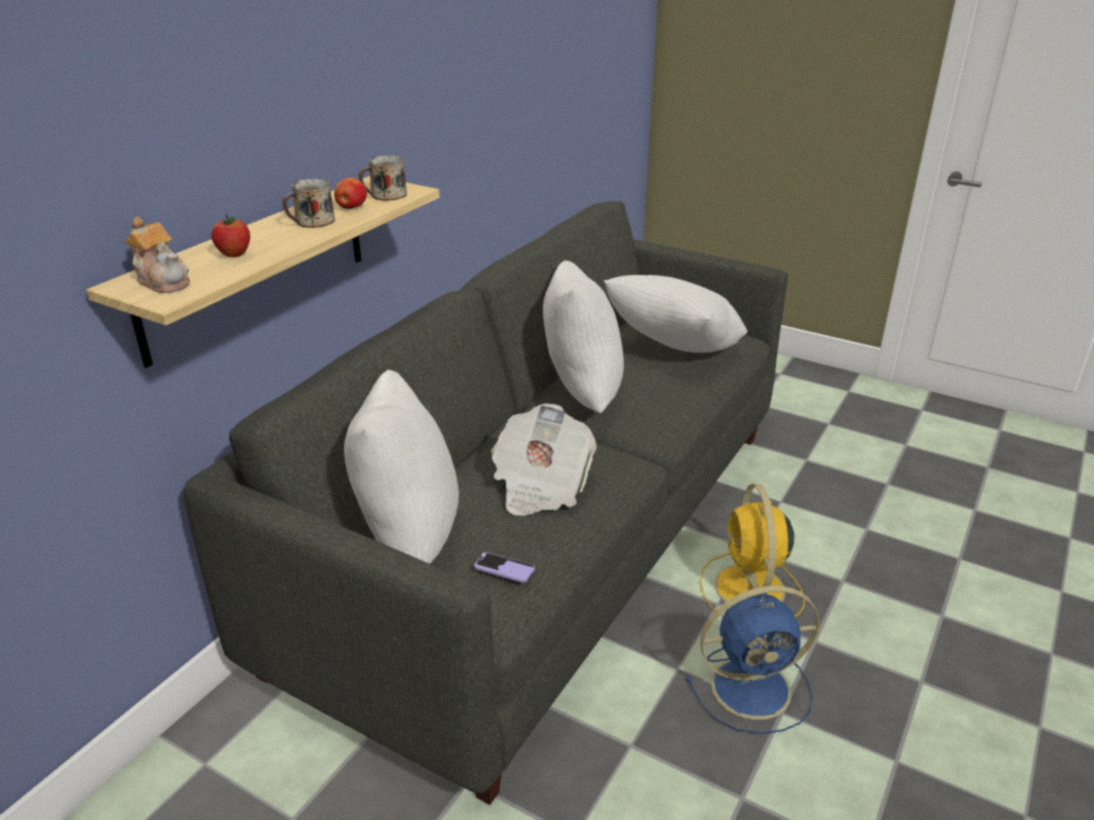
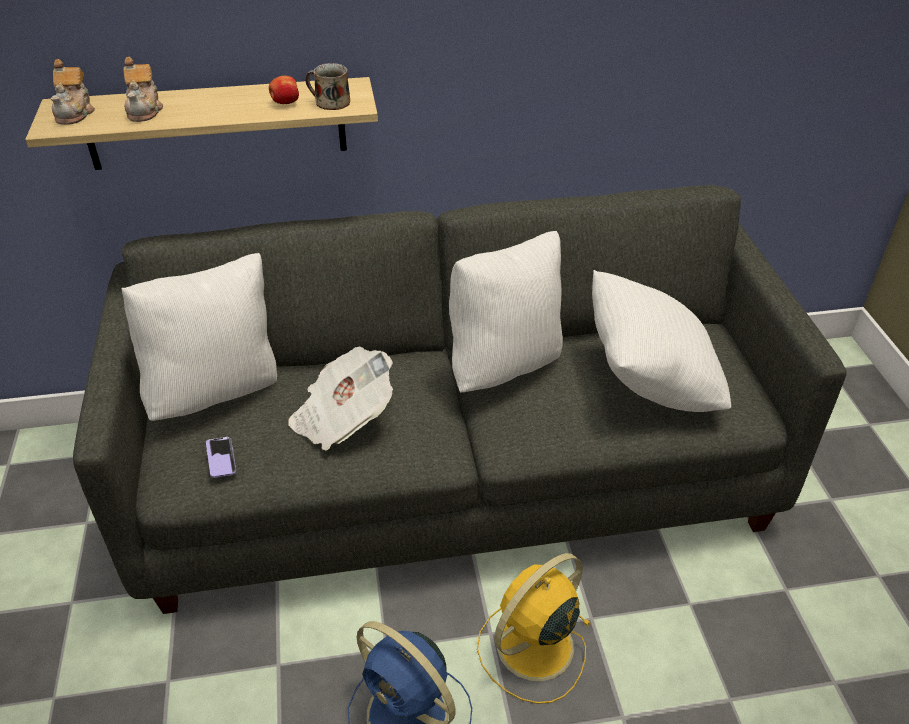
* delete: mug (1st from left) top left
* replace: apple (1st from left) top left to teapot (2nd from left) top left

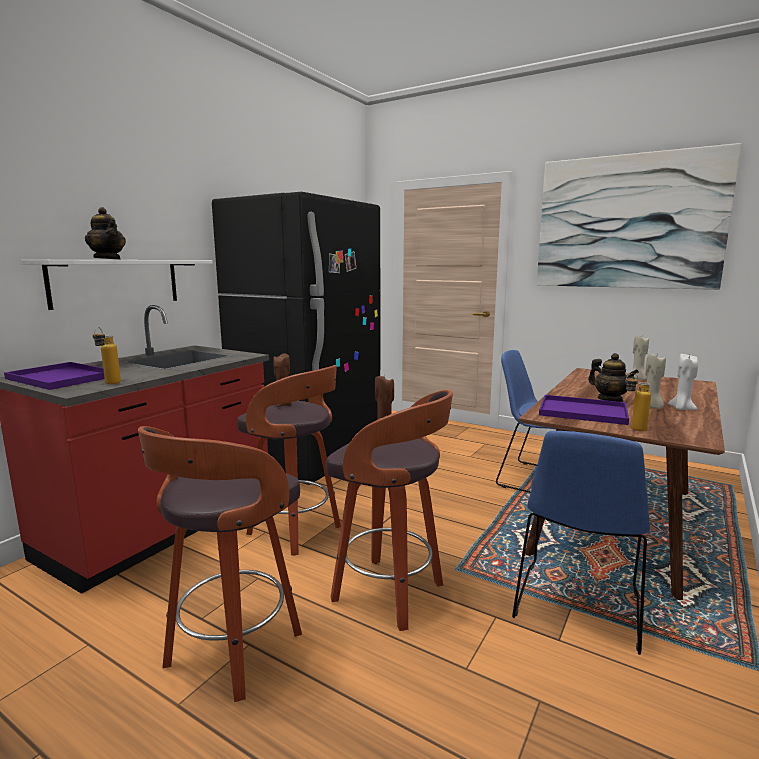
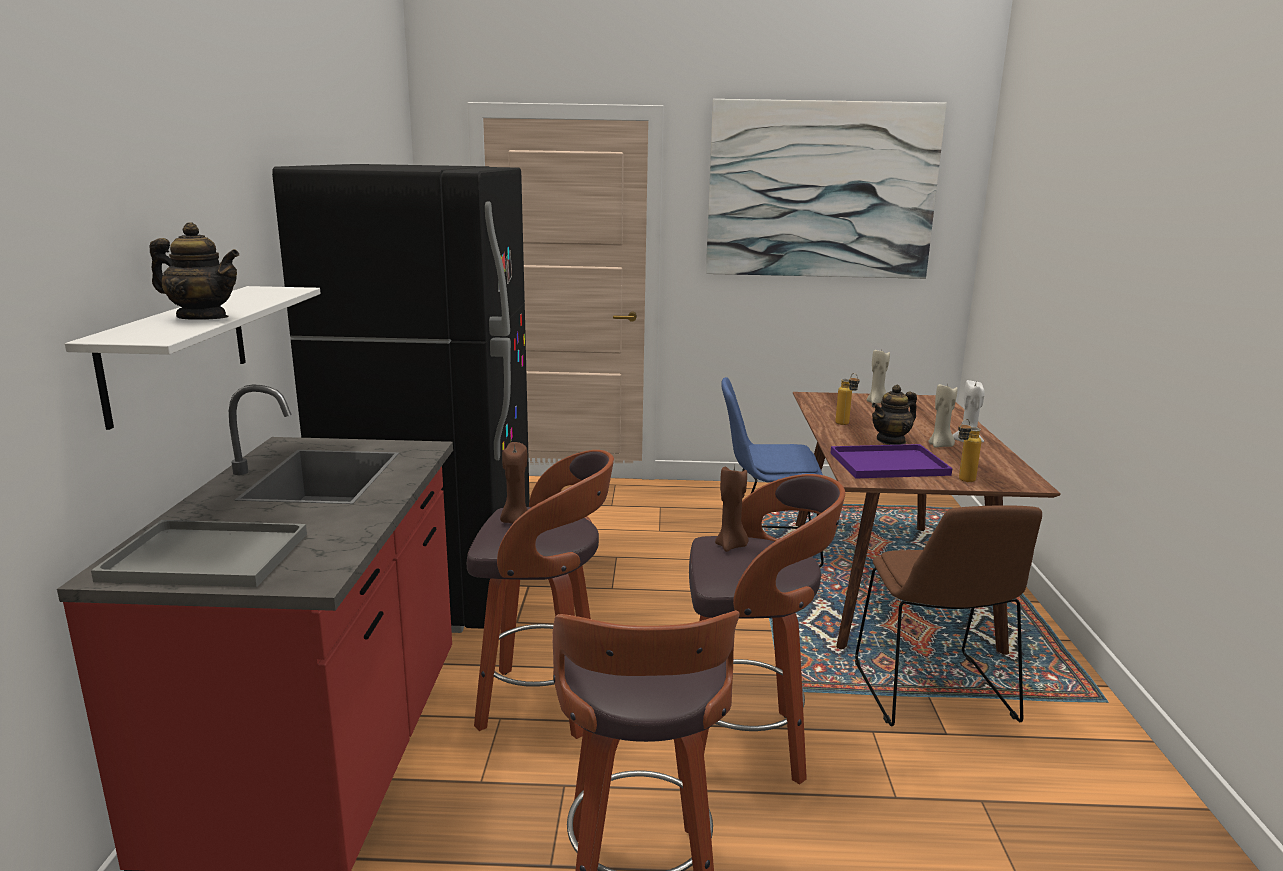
* move: bottle (1st from left) middle left to centre
* rotate: teapot (2nd from left) middle right = middle right 120 degrees clockwise
* recolor: purple tray (1st from left) middle left to grey tray middle left
* recolor: blue chair (2nd from left) bottom right to brown chair bottom right

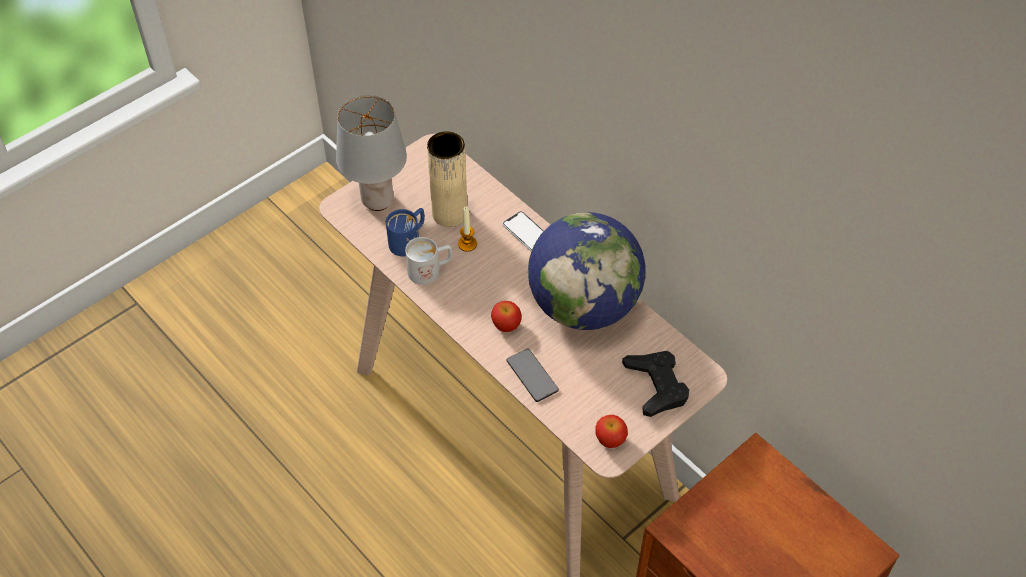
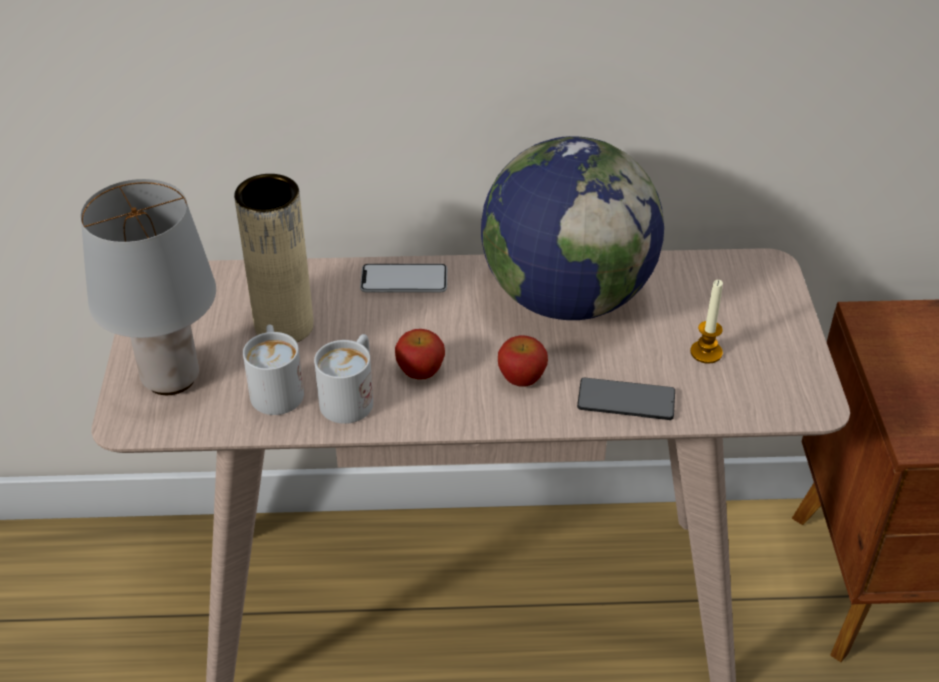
* move: candle centre to middle right
* recolor: blue mug centre to white mug (1st from left) middle left
* delete: black game controller centre
* move: apple (2nd from left in the first image) bottom centre to apple (1st from left) centre

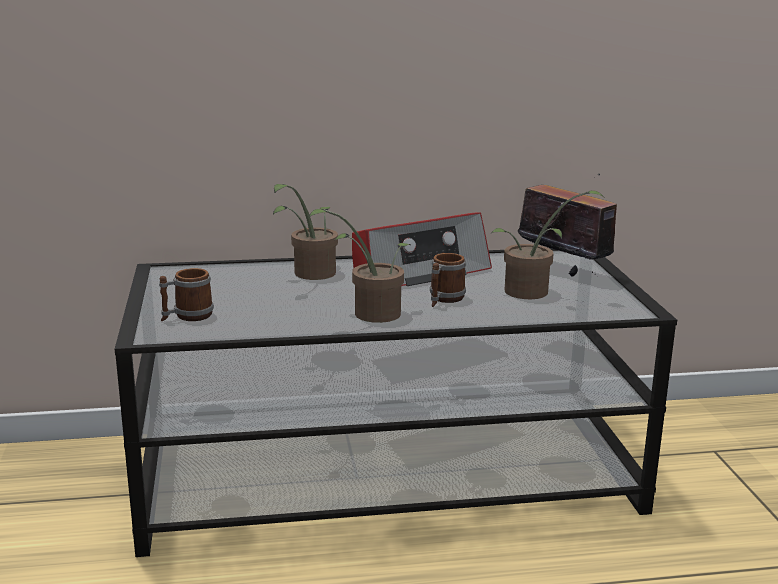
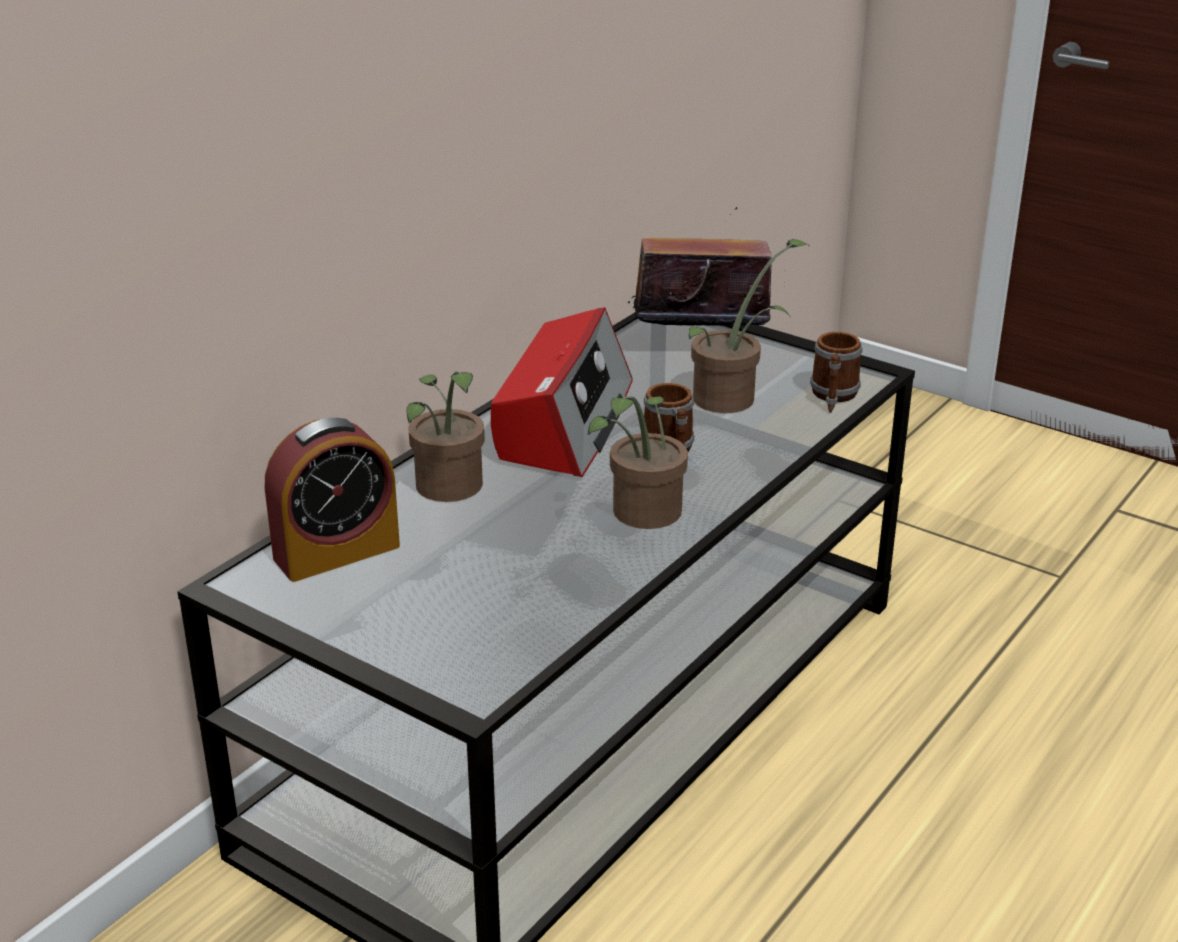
* move: mug (1st from left in the first image) middle left to mug (2nd from left) middle right
* insert: alarm clock middle left

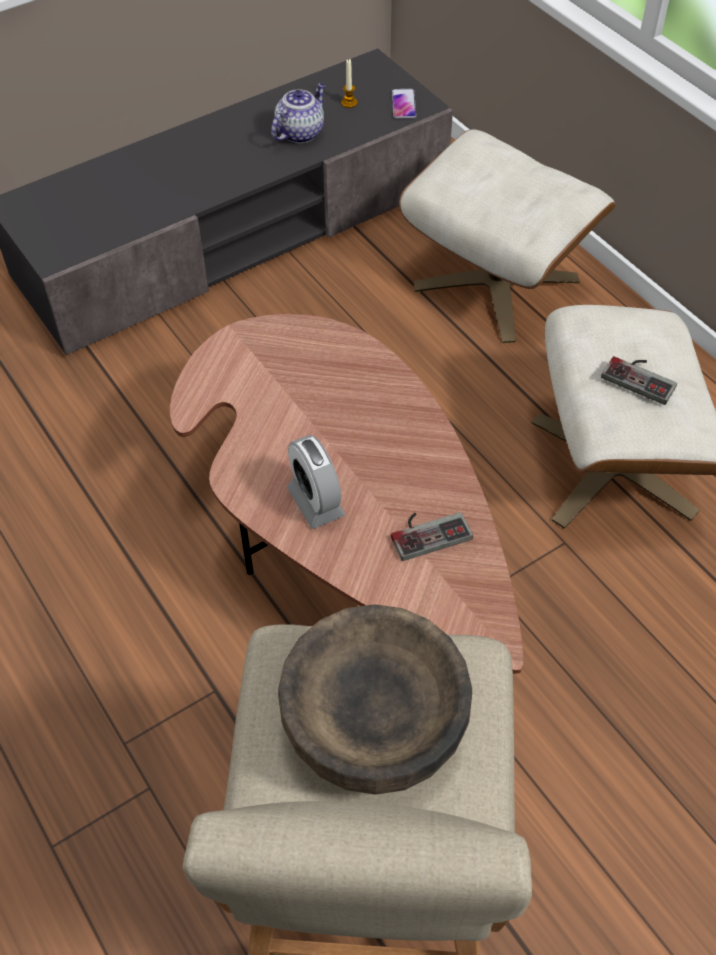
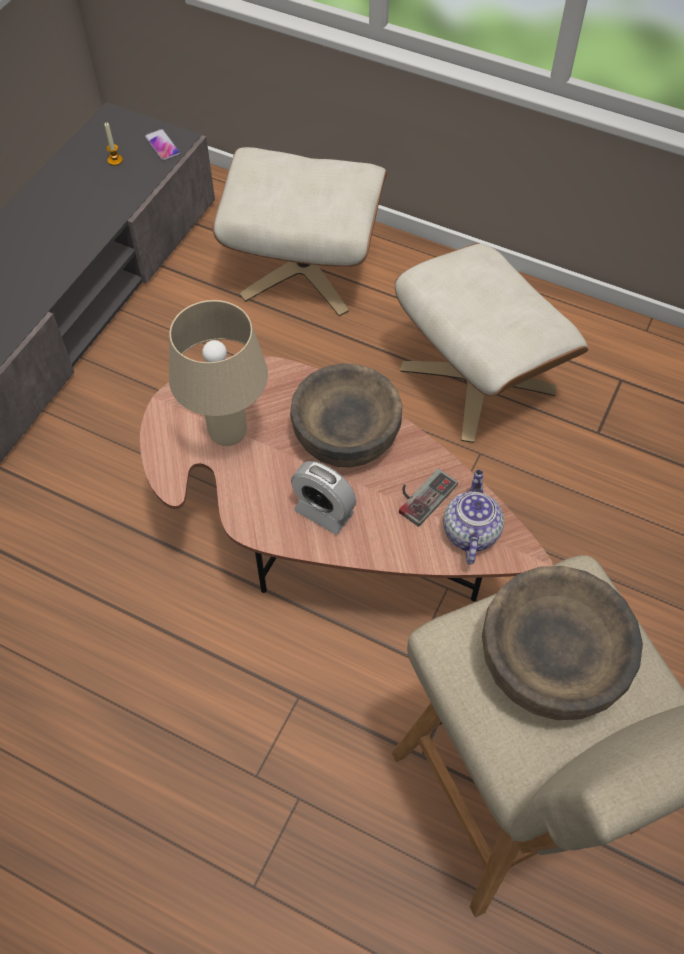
* move: teapot top centre to middle right
* delete: game controller (2nd from left) middle right
* insert: beige table lamp middle left
* insert: brown bowl (1st from left) centre

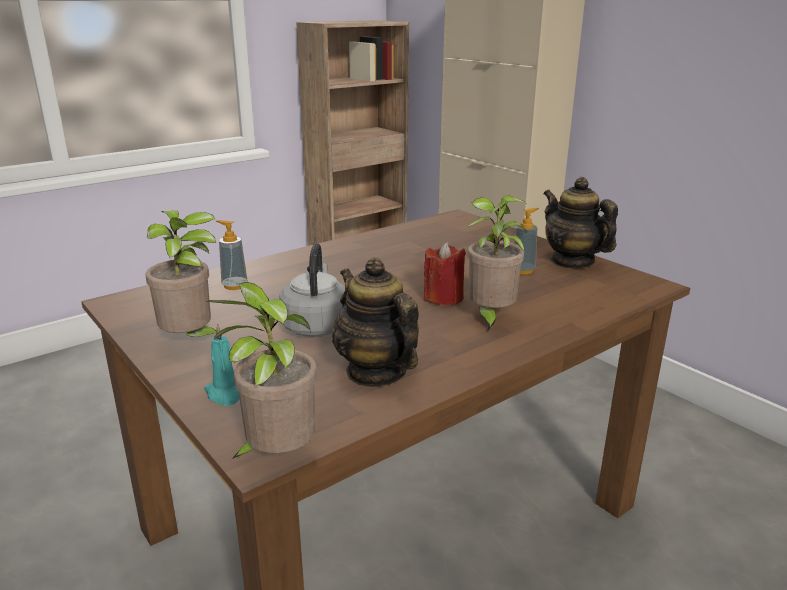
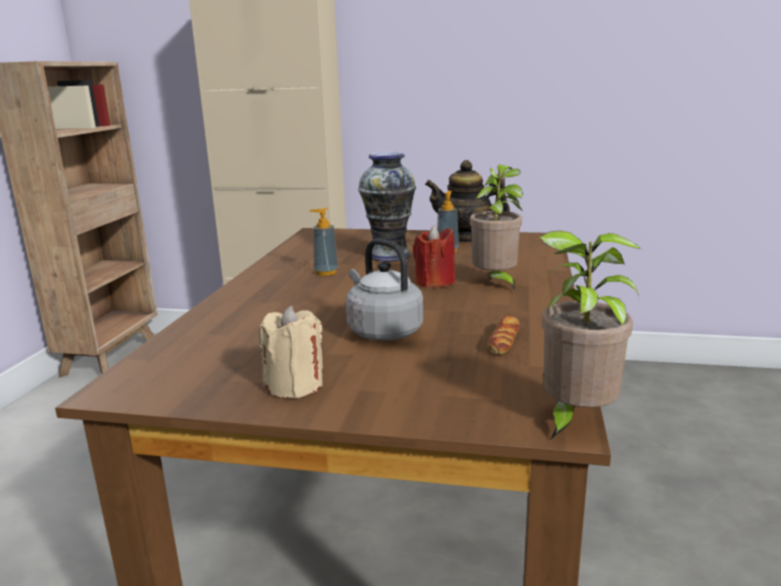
* replace: potted plant (1st from left) middle left to beige candle centre
* move: soap dispenser (1st from left) middle left to centre
* replace: teapot (1st from left) centre to bread centre
* delete: turquoise candle middle left
* insert: vase centre

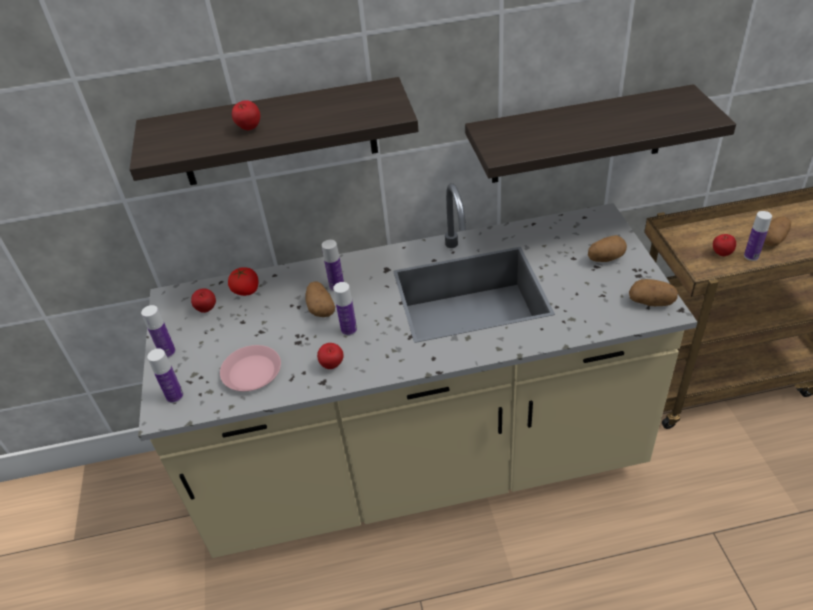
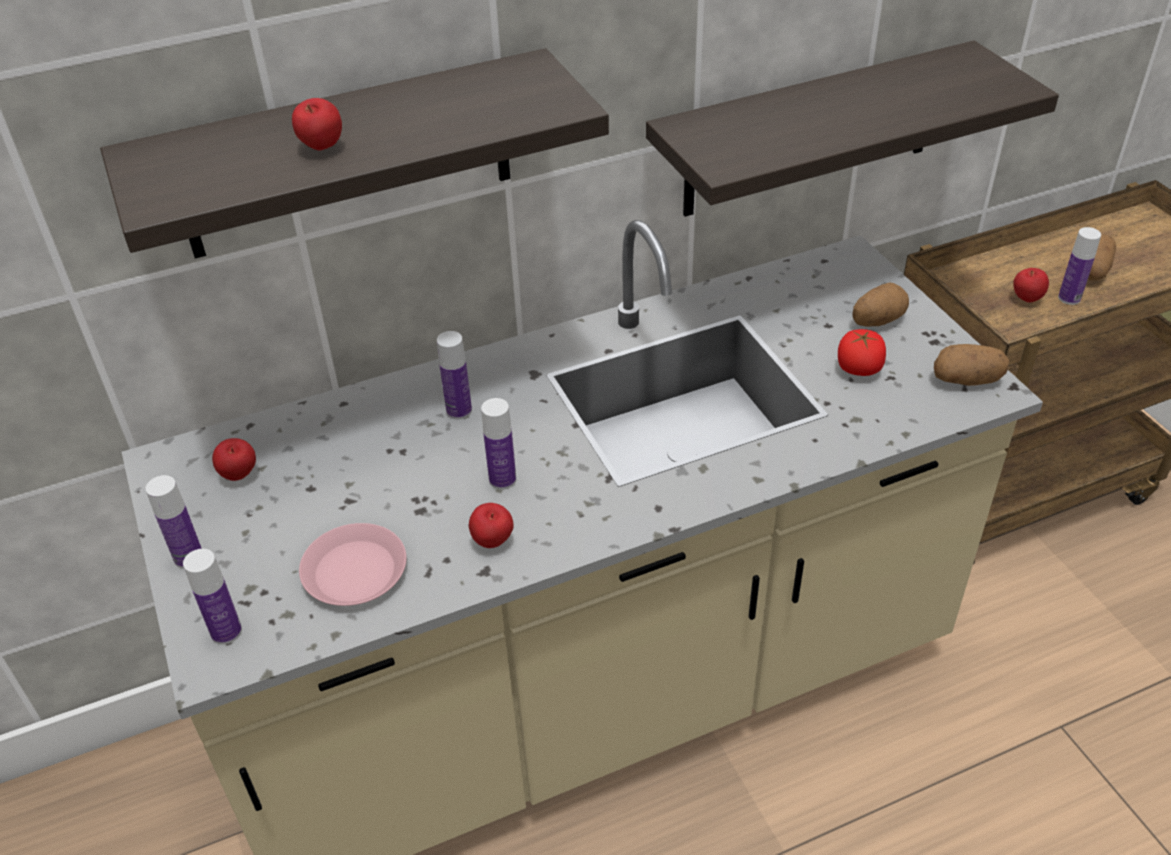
* move: tomato middle left to middle right
* delete: potato (1st from left) centre

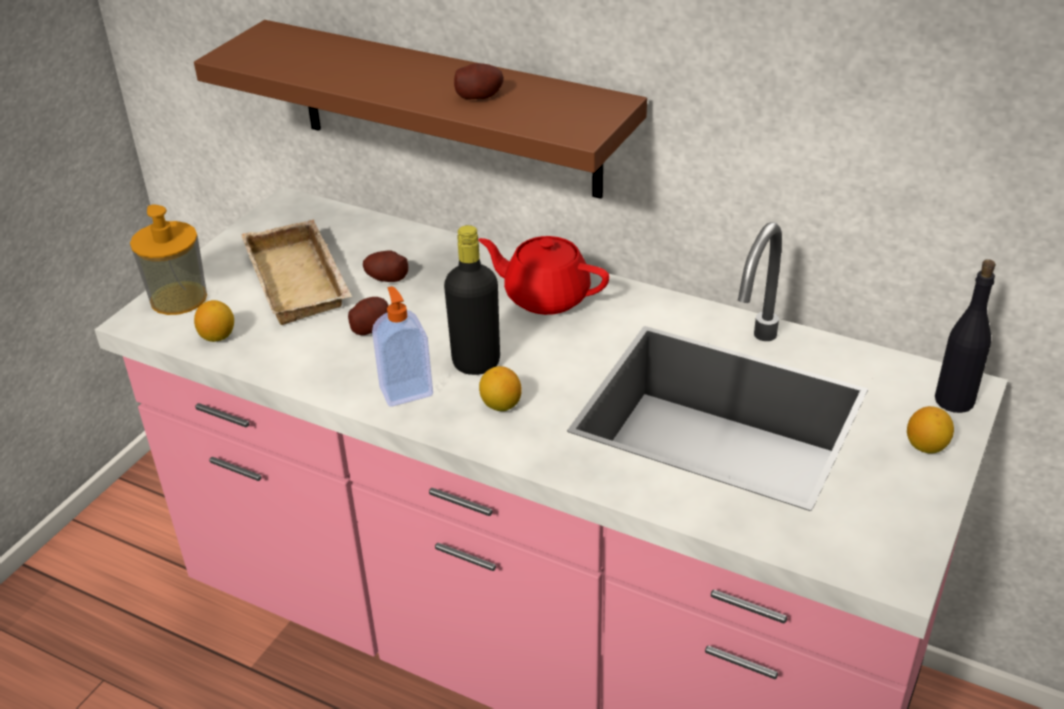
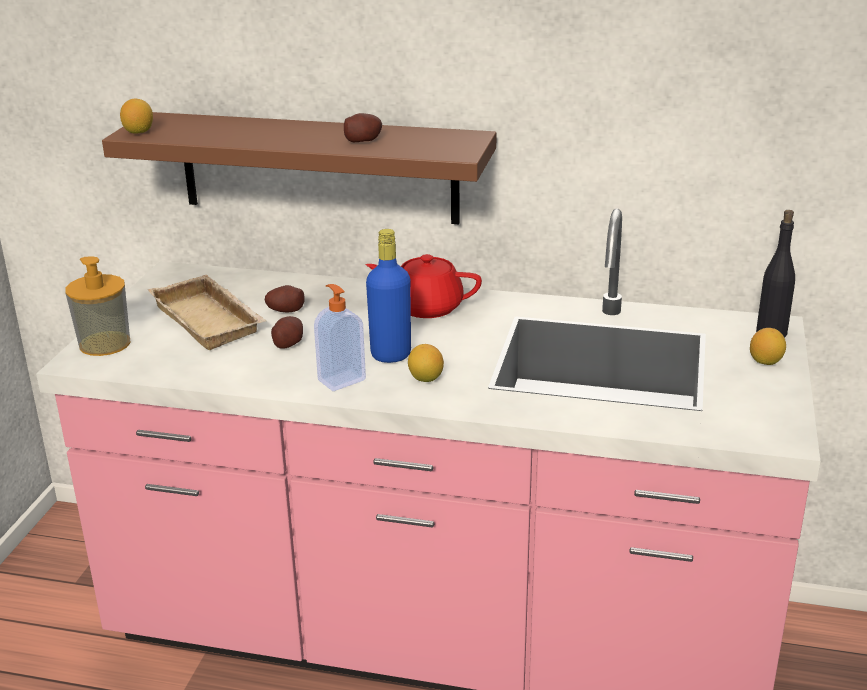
* recolor: black bottle (1st from left) centre to blue bottle centre
* move: lemon (1st from left) middle left to top left

